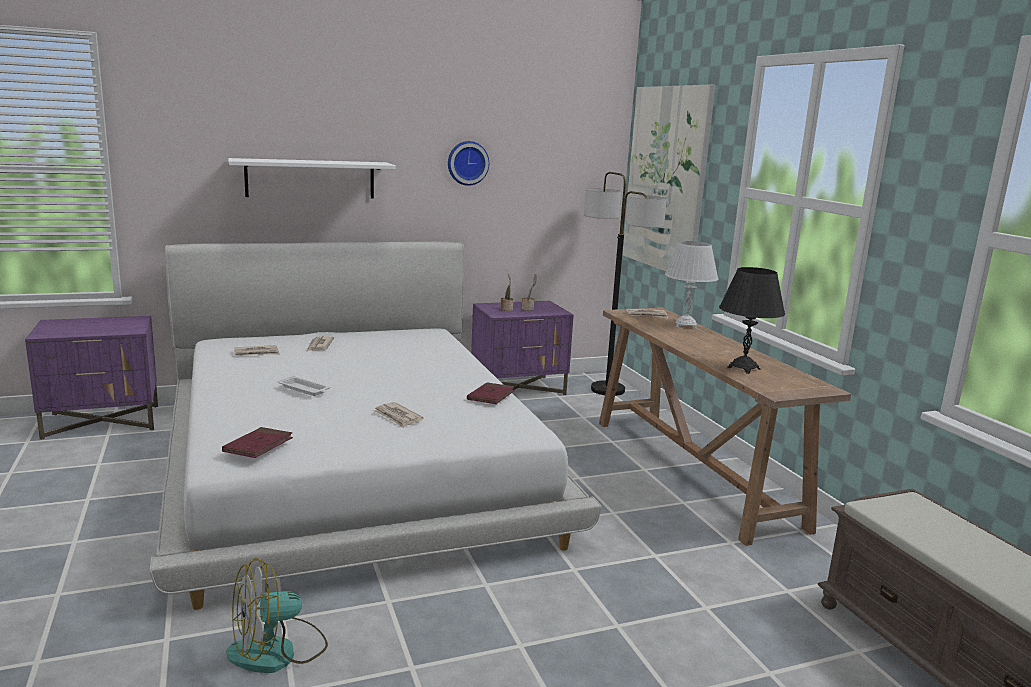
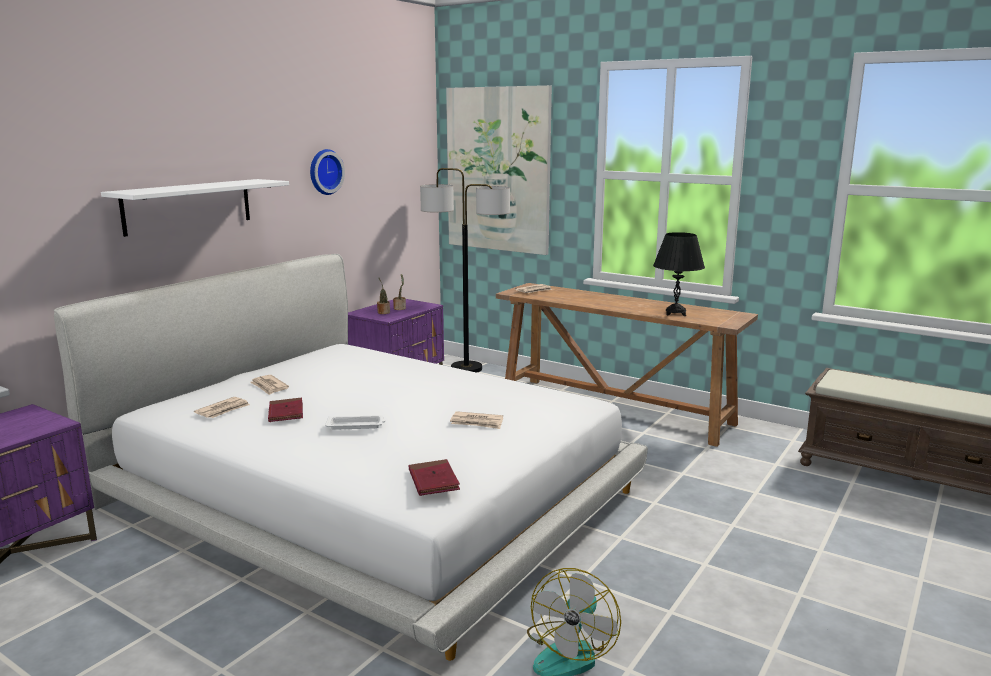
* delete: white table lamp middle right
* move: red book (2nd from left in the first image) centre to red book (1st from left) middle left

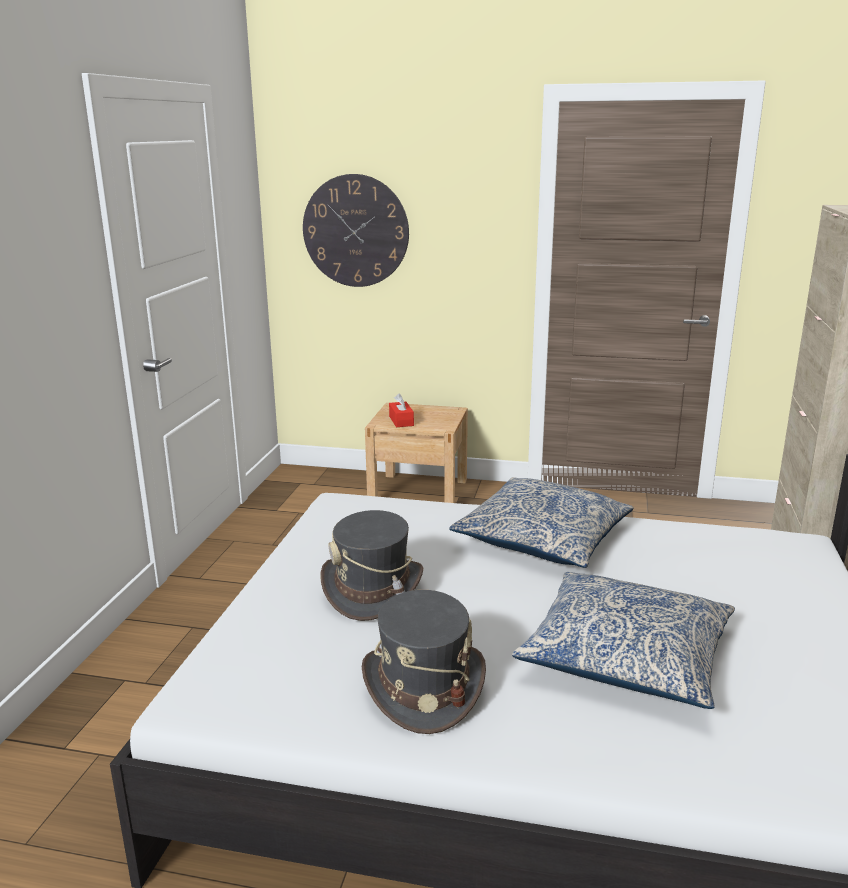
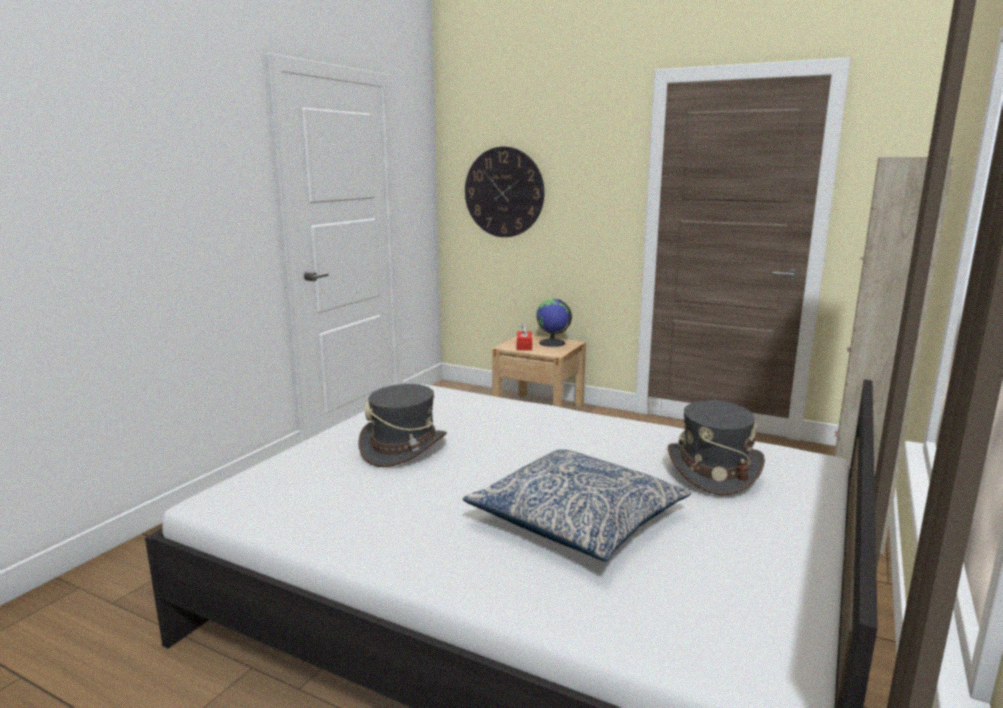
* delete: pillow (1st from left) centre
* move: grey hat (2nd from left) bottom centre to middle right
* insert: globe centre

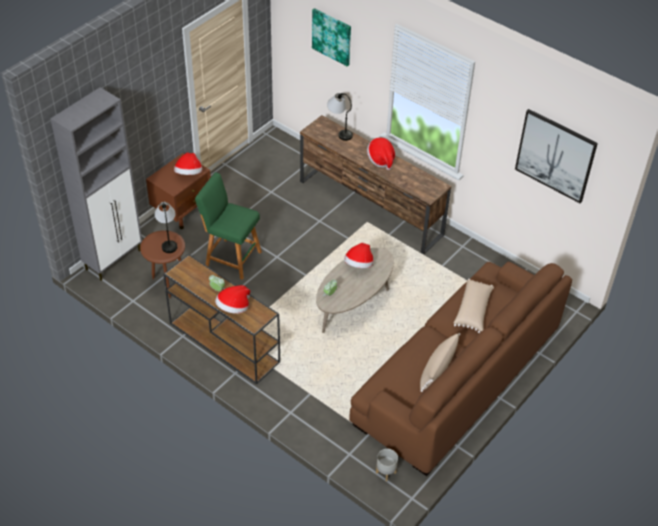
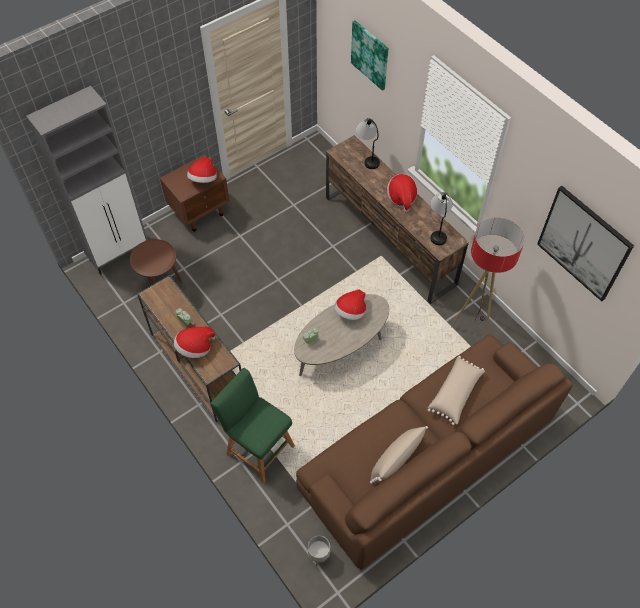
* move: green stool centre to bottom centre
* move: table lamp (1st from left in the first image) middle left to table lamp (2nd from left) middle right
* insert: floor lamp middle right

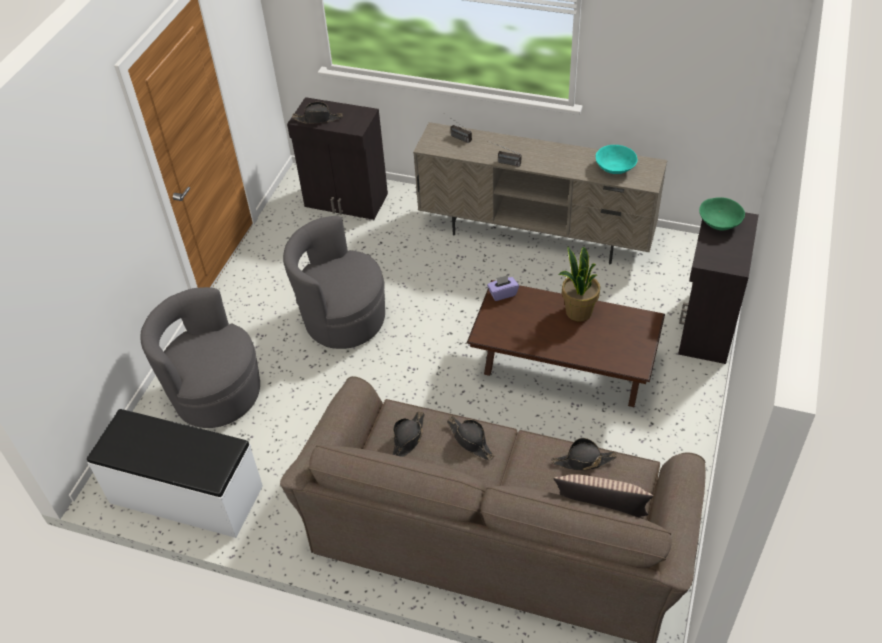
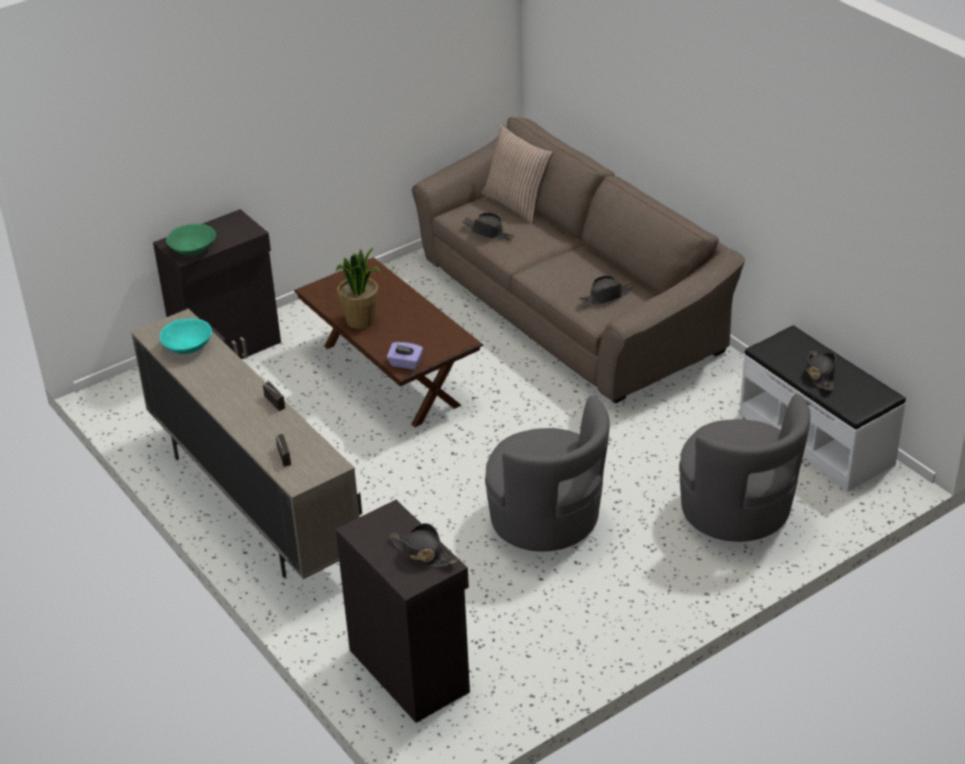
* move: black hat (3rd from left in the first image) bottom centre to black hat (4th from left) middle right

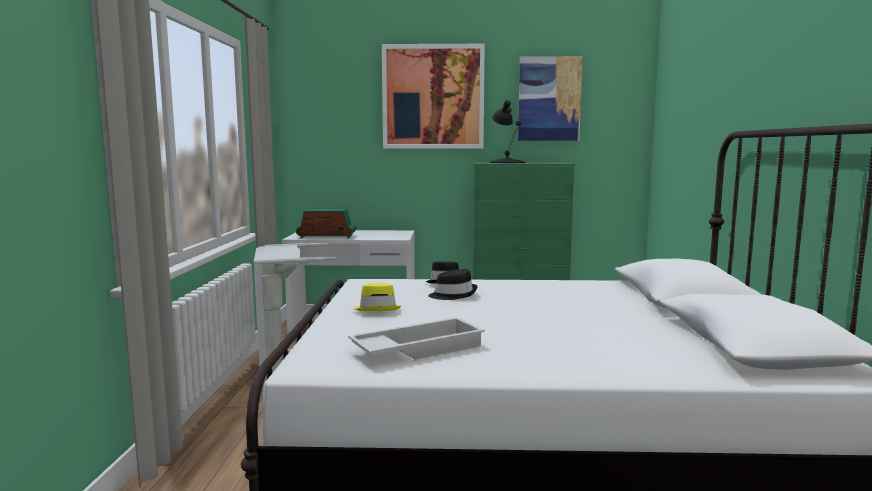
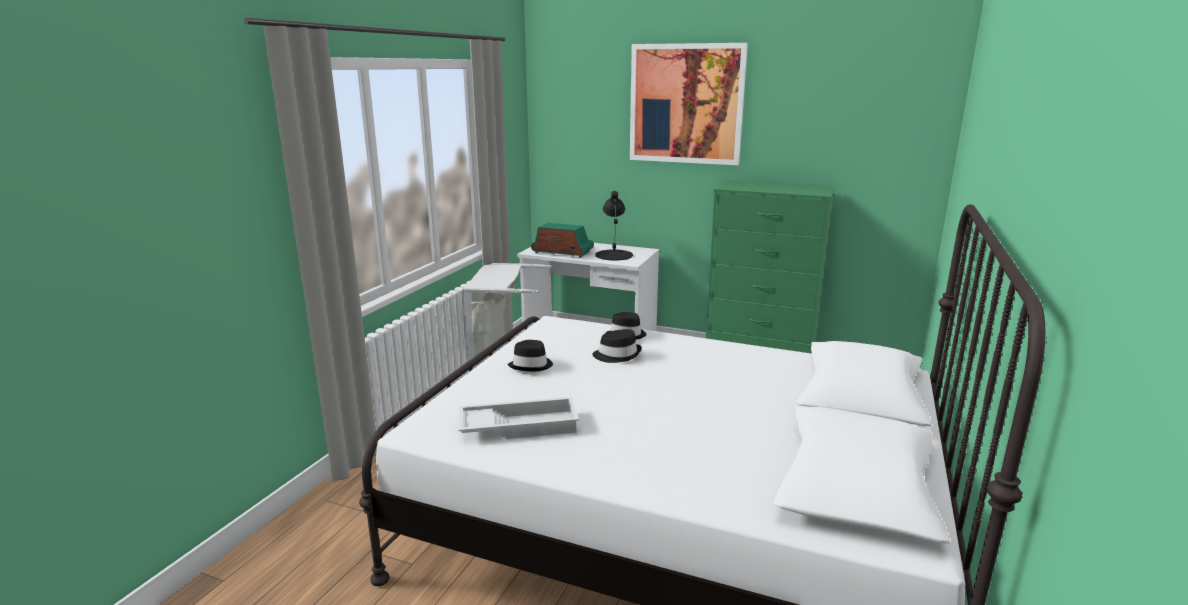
* delete: picture (2nd from left) top centre
* move: black table lamp top centre to centre
* recolor: yellow hat centre to black hat (1st from left) centre

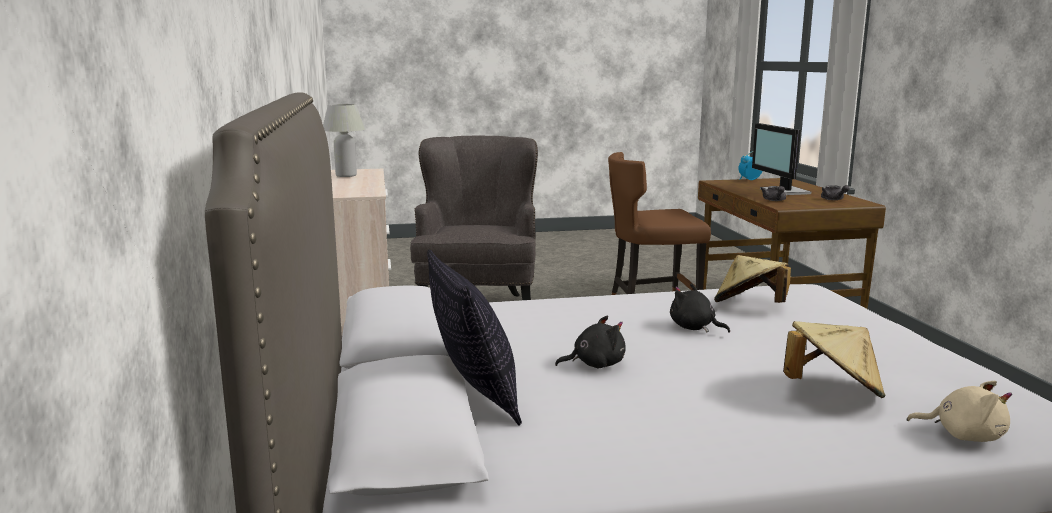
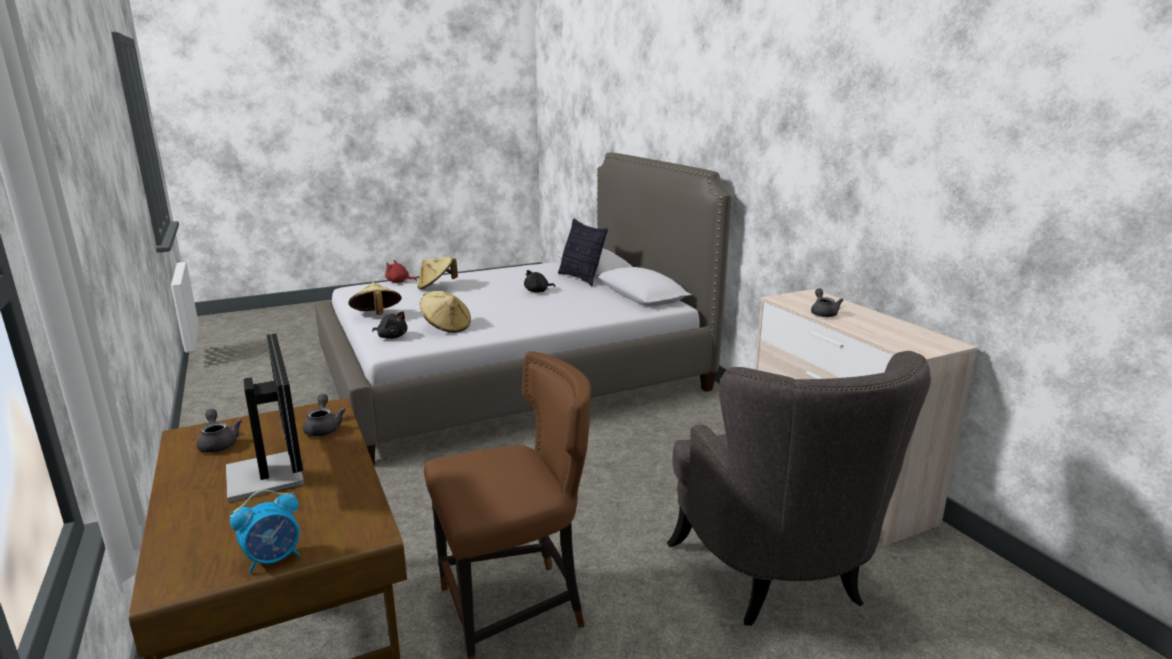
* delete: white table lamp top left
* move: black plush toy (2nd from left in the first image) centre to black plush toy (1st from left) middle left
* recolor: beige plush toy bottom right to red plush toy centre
* insert: beige hat (1st from left) middle left
* insert: grey teapot (3rd from left) middle right

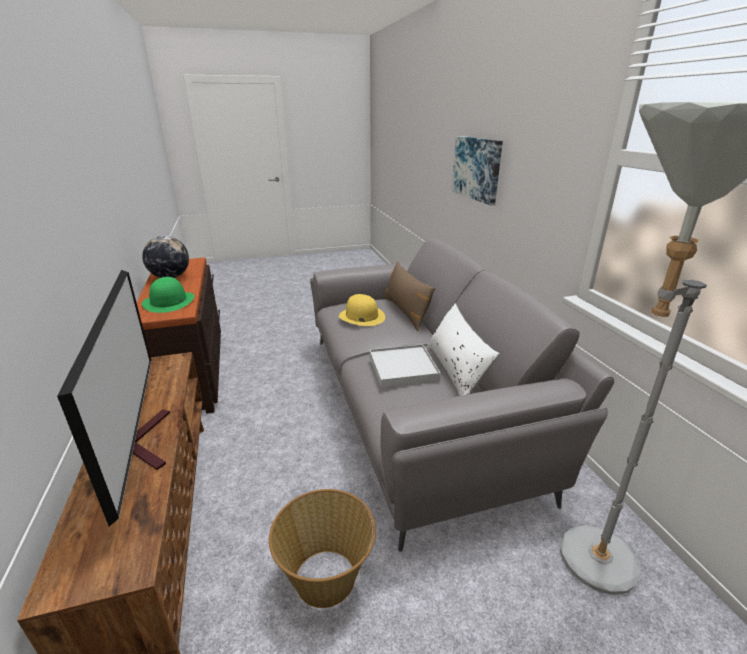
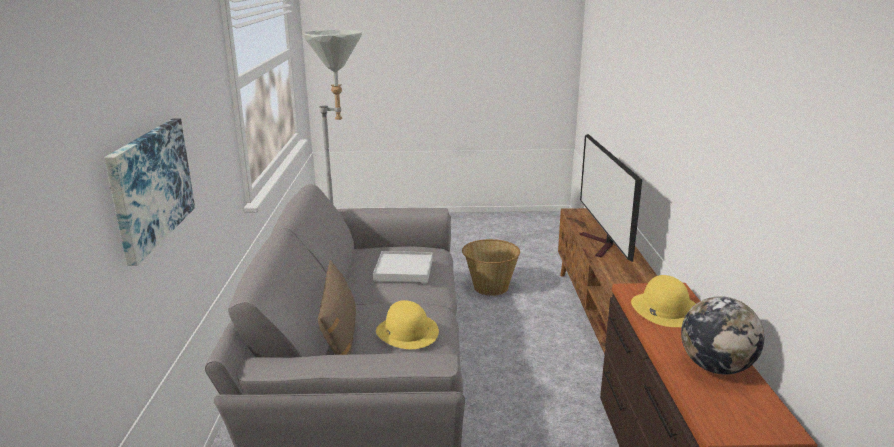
* recolor: green hat middle left to yellow hat (2nd from left) bottom right
* delete: white pillow centre

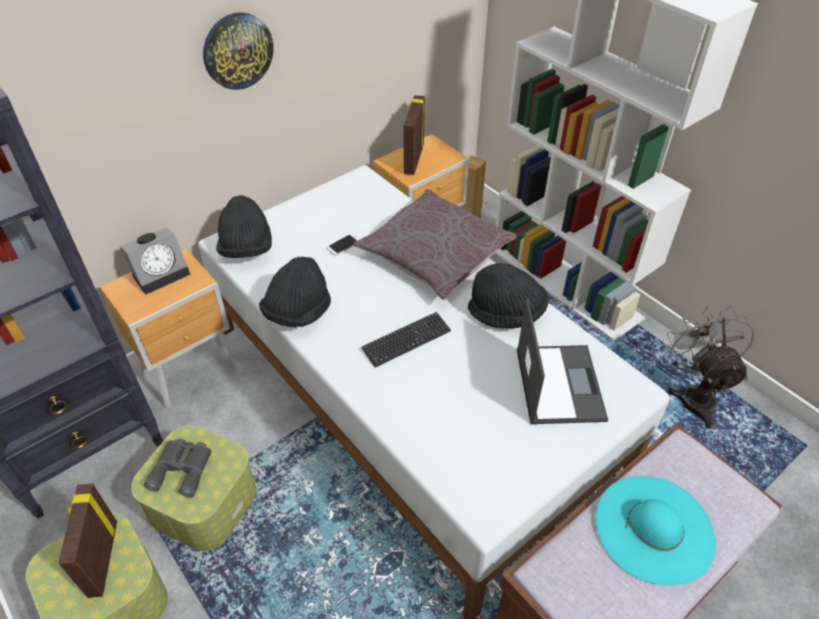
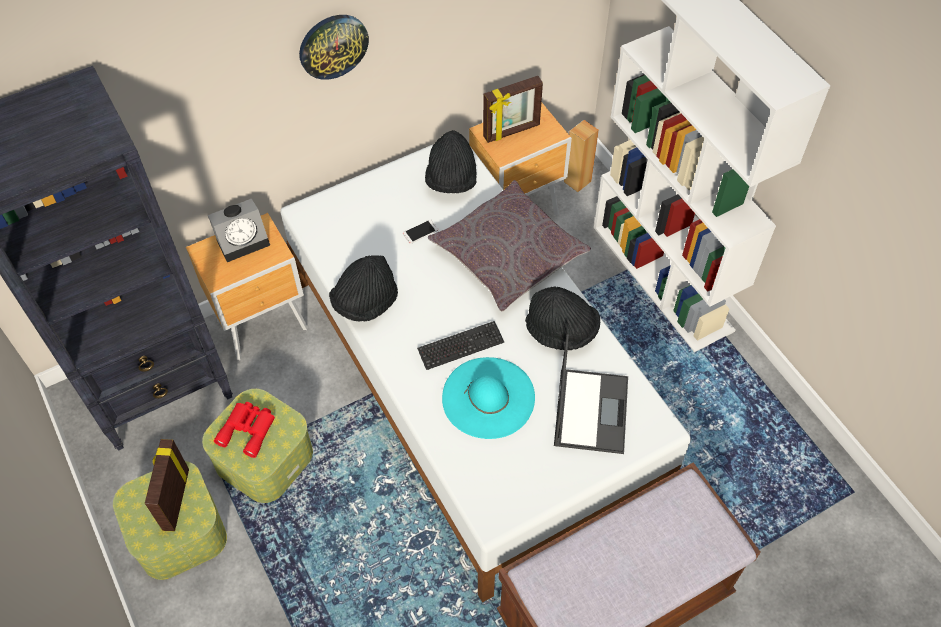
* rotate: picture frame (2nd from left) top centre = top centre 135 degrees counterclockwise
* move: black hat (1st from left in the first image) middle left to black hat (2nd from left) top centre
* delete: grey fan middle right
* recolor: grey binoculars bottom left to red binoculars bottom left
* move: turquoise hat bottom right to centre

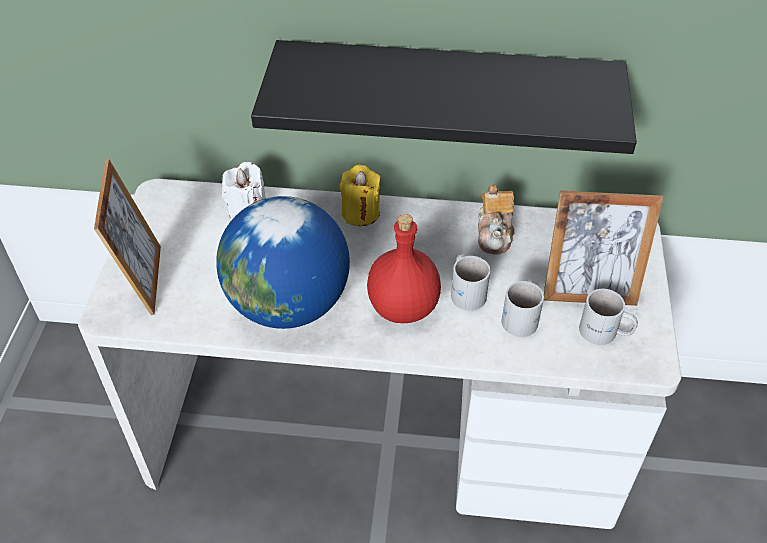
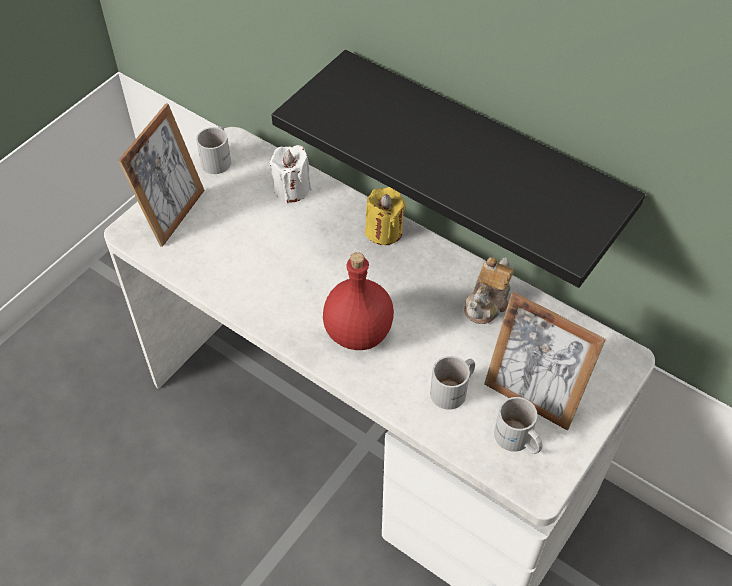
* delete: globe centre
* move: white mug (1st from left) centre to top left

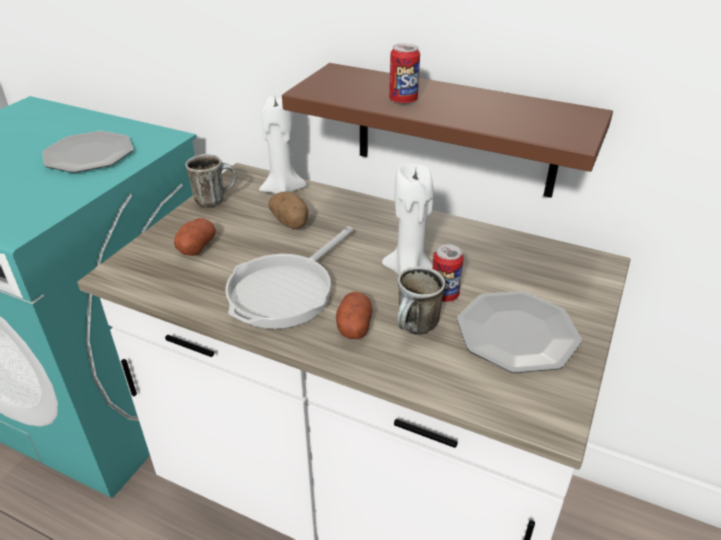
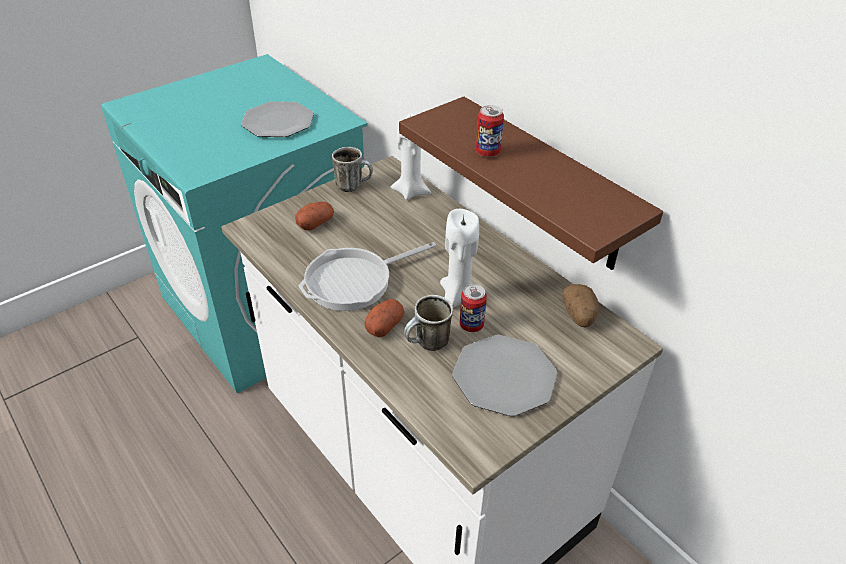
* move: potato (2nd from left in the first image) centre to potato (3rd from left) middle right

